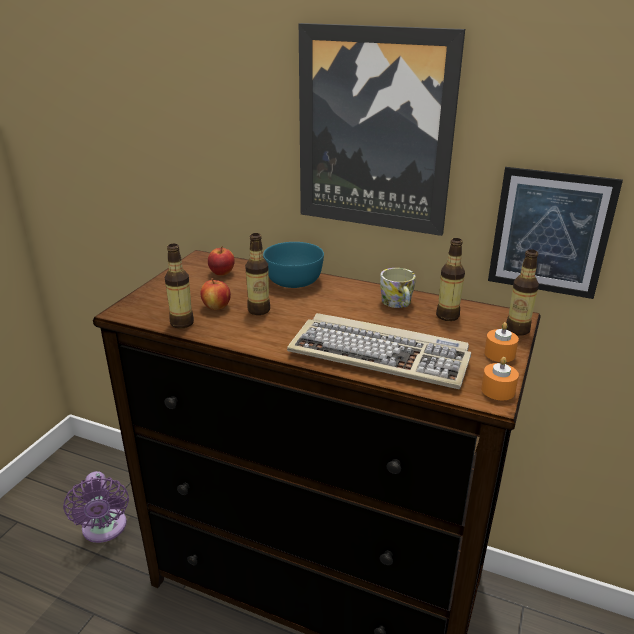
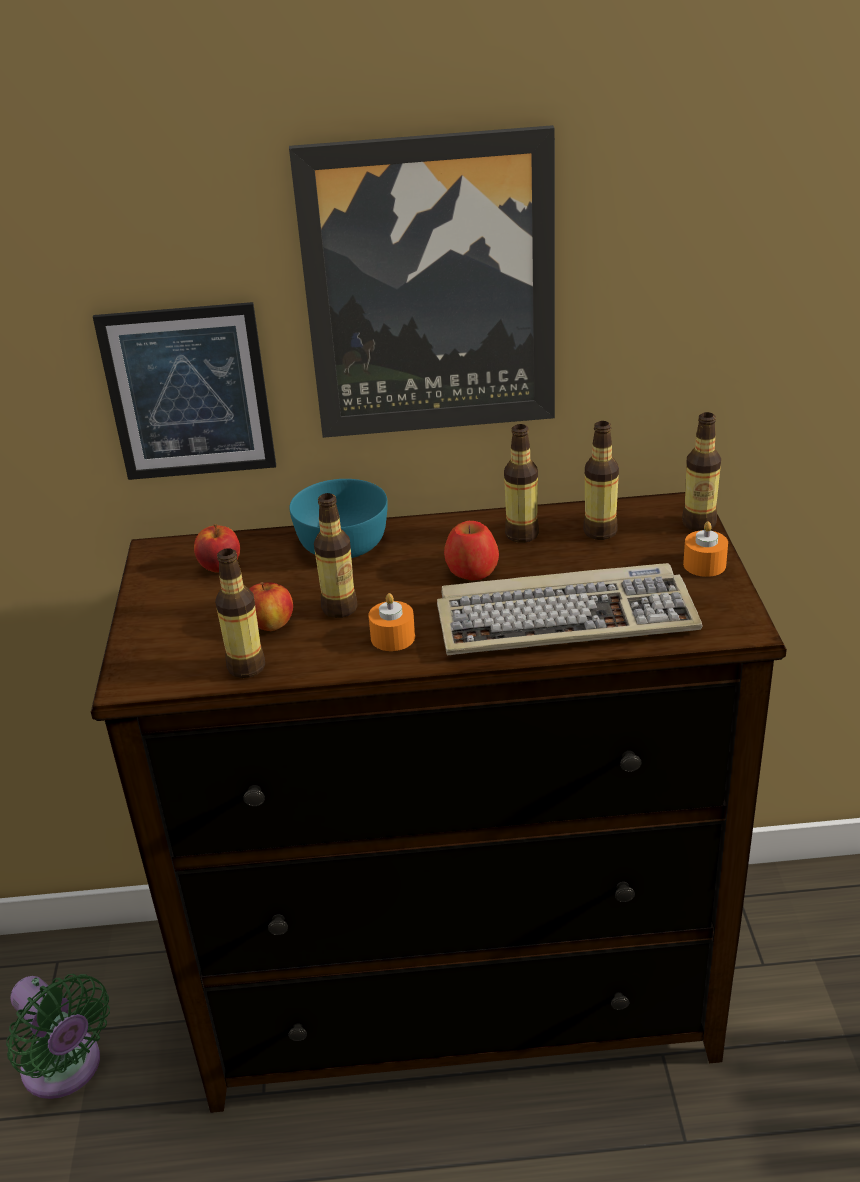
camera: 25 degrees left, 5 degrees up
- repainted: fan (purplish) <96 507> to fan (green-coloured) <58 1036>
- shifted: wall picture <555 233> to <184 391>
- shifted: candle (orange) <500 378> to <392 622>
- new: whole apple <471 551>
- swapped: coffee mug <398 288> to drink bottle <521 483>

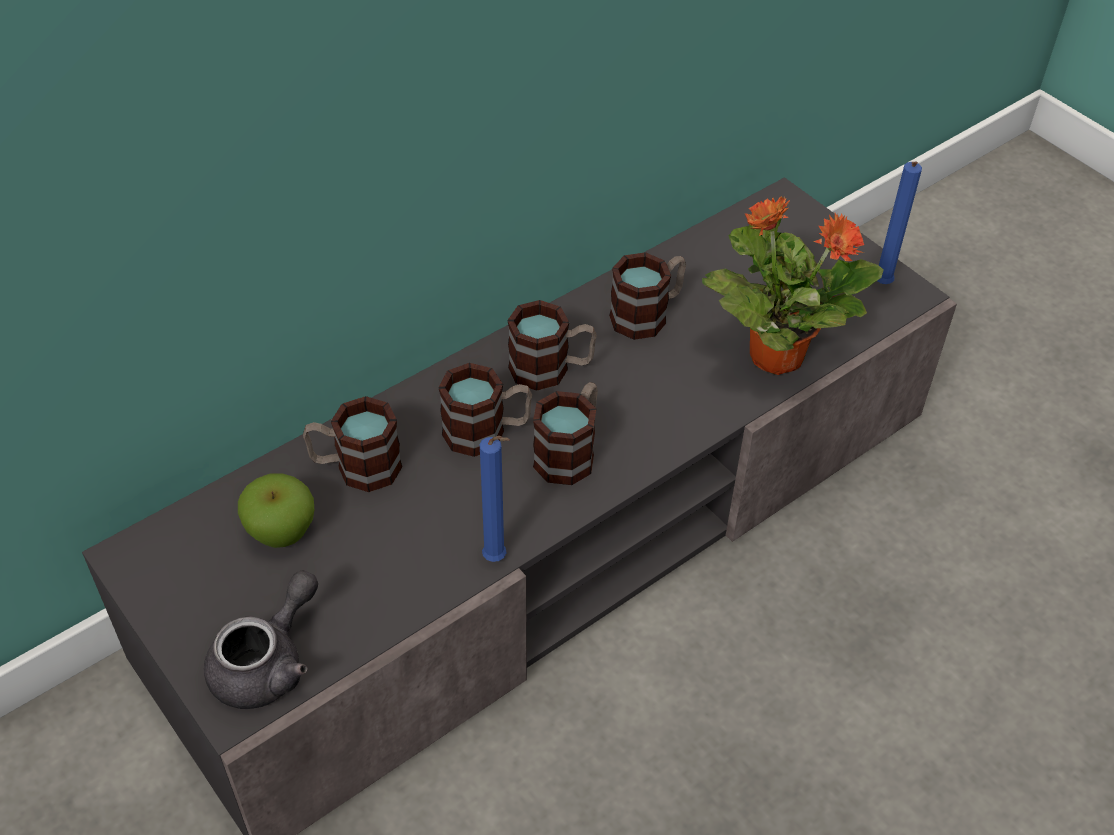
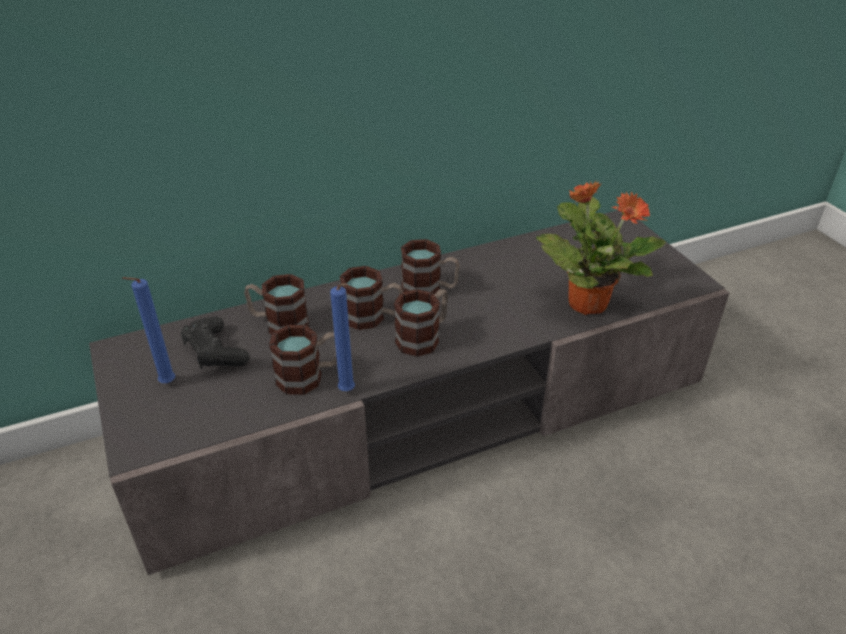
camera: 15 degrees right, 10 degrees down
- shifted: candle (bluish) <899 222> to <149 330>
- swapped: whole apple <276 510> to game controller (black-coloured) <215 342>
- shifted: coffee mug <647 296> to <303 360>
- gone: pot for tea (greyish) <261 639>

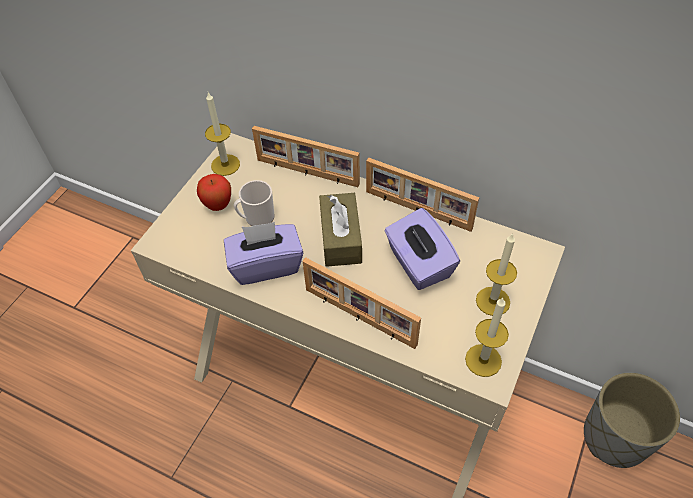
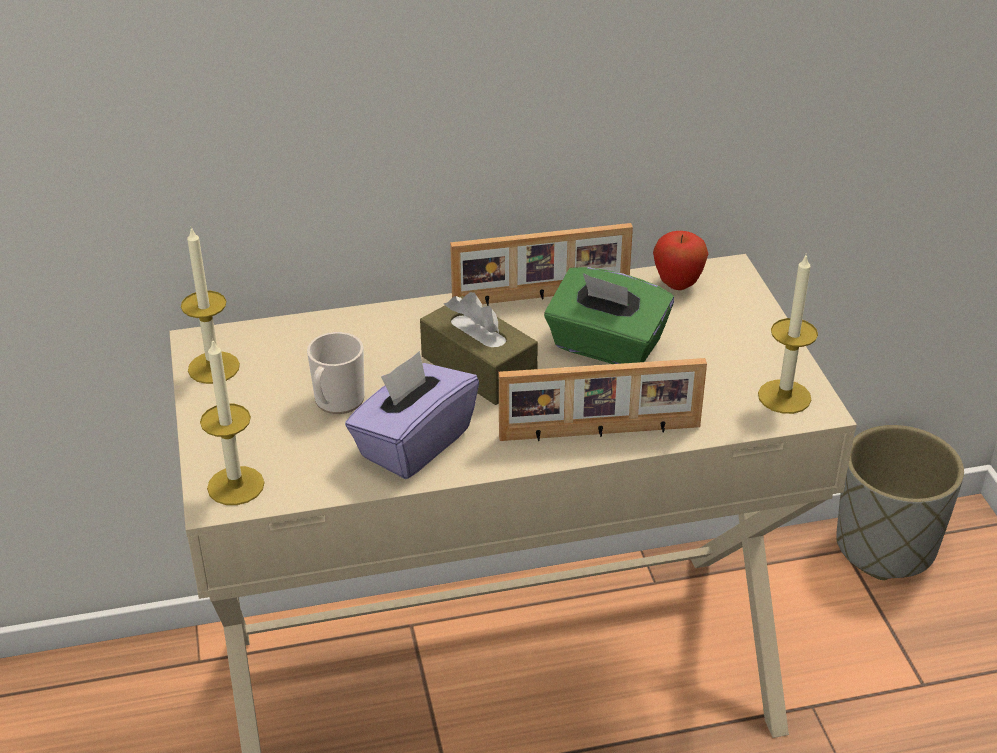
camera: 40 degrees left, 15 degrees down
- shifted: candle <496 274> to <232 421>
- repainted: box of tissues (purplish) <422 249> to box of tissues (green-coloured) <609 315>
- shifted: whole apple <214 192> to <680 260>
- gone: photo frame <306 156>

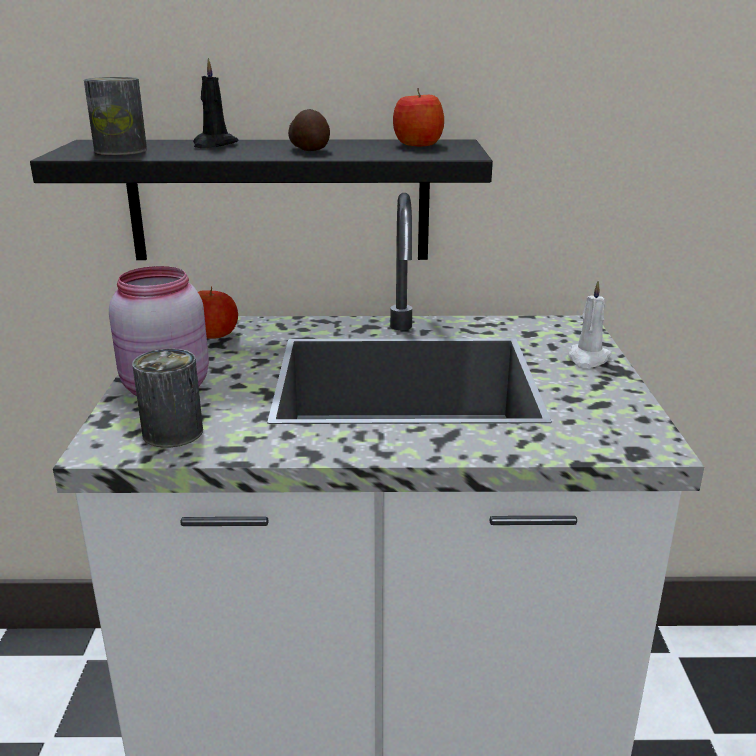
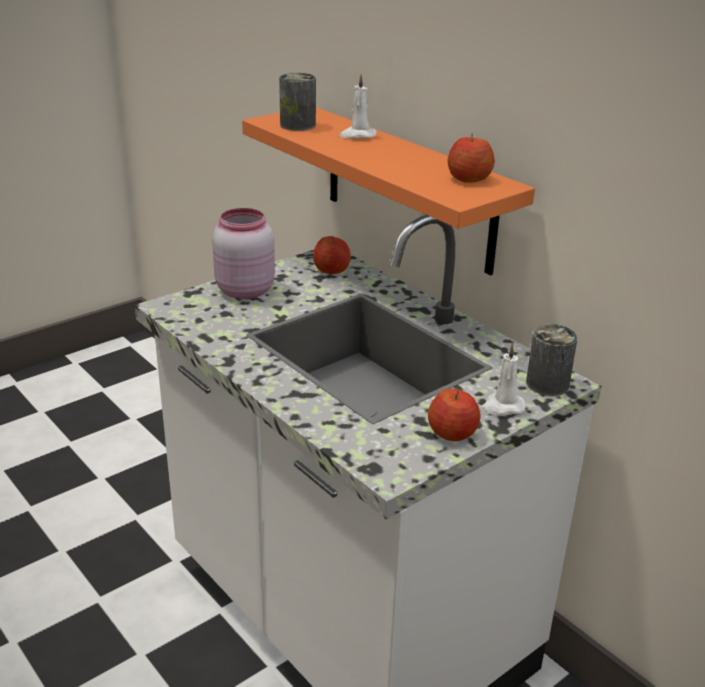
camera: 50 degrees right, 5 degrees up
- repainted: wall shelf (black-coloured) <261 199> to wall shelf (orange) <388 191>
- repainted: candle (black-coloured) <215 103> to candle (white-coloured) <358 106>
- new: whole apple <454 415>
- shifted: can <167 398> to <552 360>
- gone: spud <309 130>

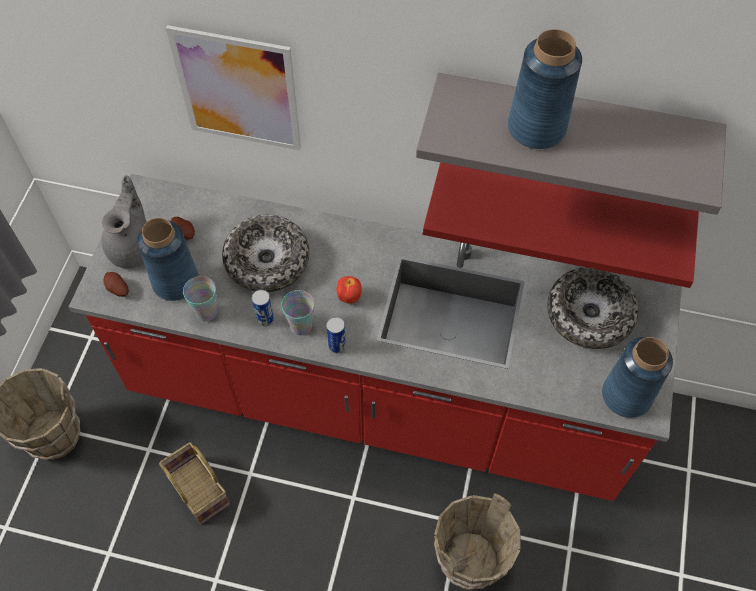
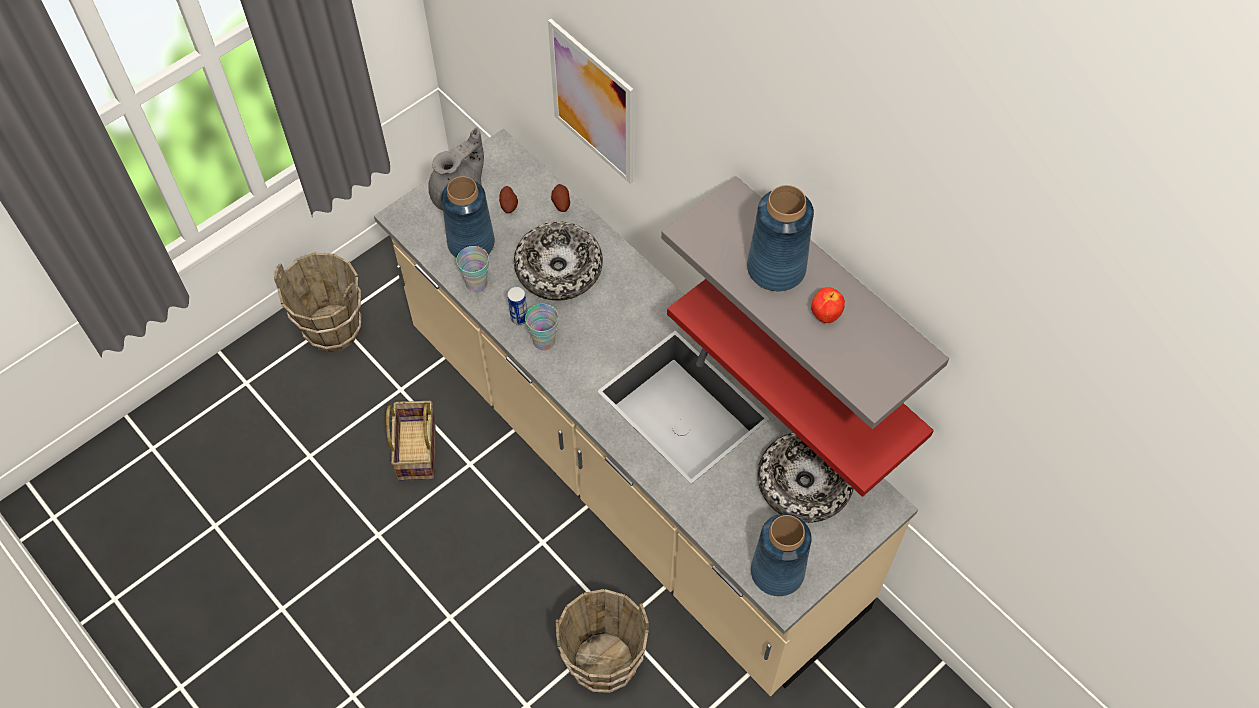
camera: 35 degrees right, 0 degrees up
- repainted: counter (reddish) <375 337> to counter (sand-coloured) <646 412>
- shifted: spud <116 284> to <560 198>
- shifted: whole apple <349 290> to <828 305>
- gone: can <336 335>

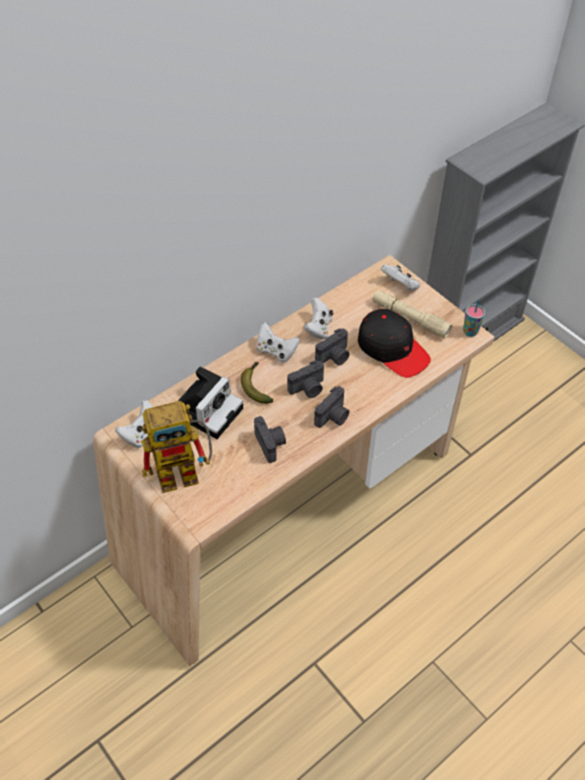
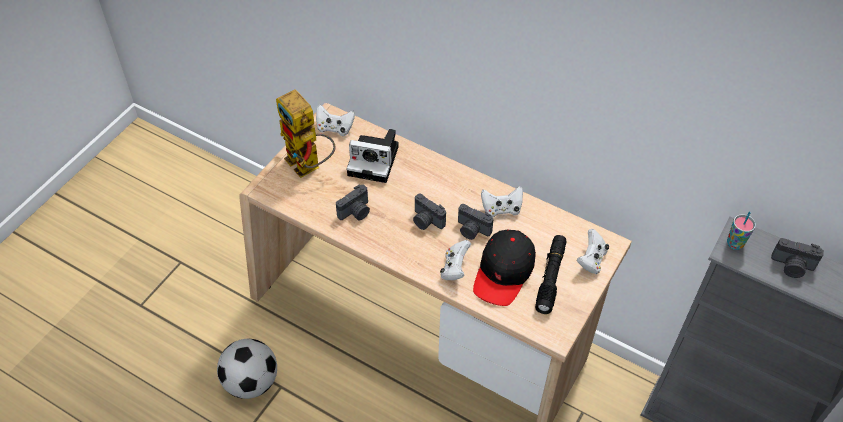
camera: 70 degrees right, 0 degrees up
- new: ball for football <247 369>
- shifted: game controller (white-coloured) <278 342> to <455 260>
- repainted: flashlight (sand-coloured) <412 314> to flashlight (black-coloured) <550 274>
- shifted: small cup <474 318> to <741 230>
- shifted: still camera <332 407> to <797 258>
- gone: banana fruit <257 383>

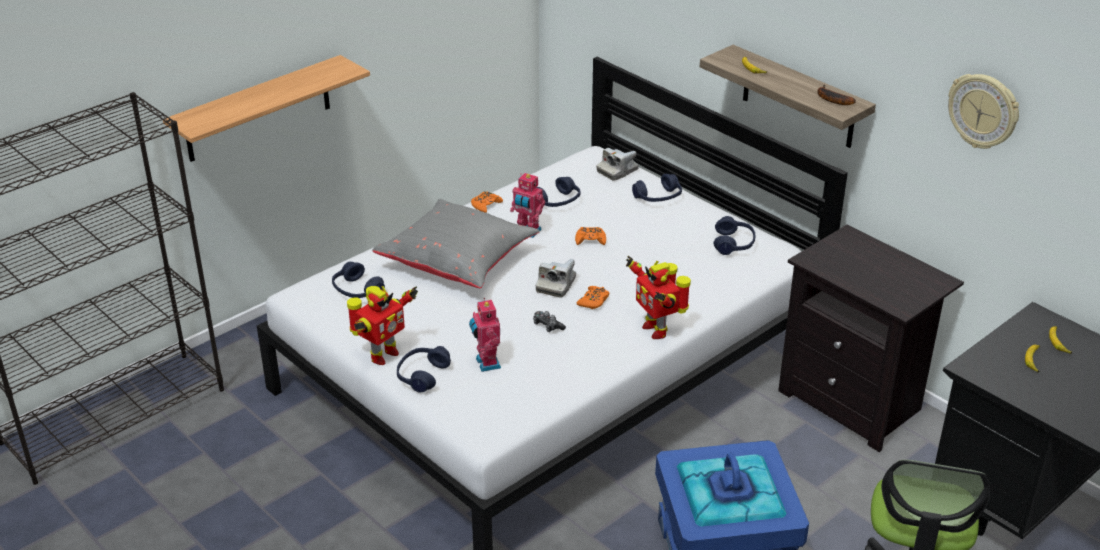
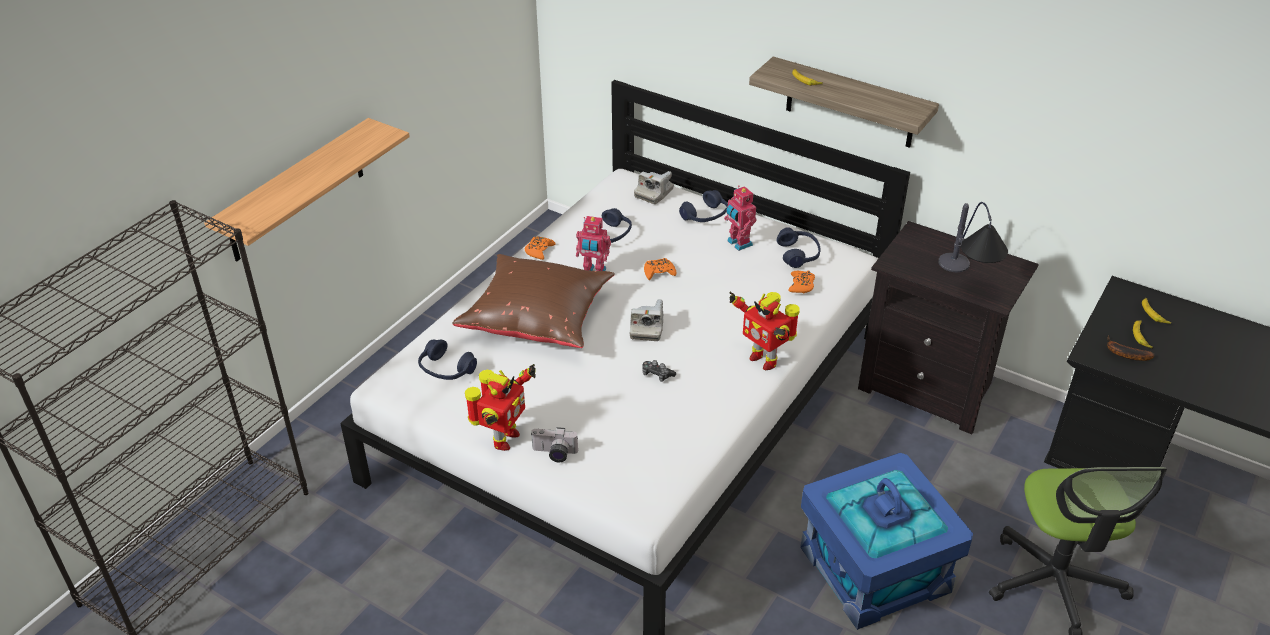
camera: 15 degrees left, 5 degrees up
- repainted: throw pillow (greyish) <456 243> to throw pillow (brown-coloured) <533 301>
- swapped: headphones (bluish) <424 369> to still camera <554 444>
- shifted: robot figure <485 335> to <740 218>
- shifted: game controller (orange) <593 297> to <801 281>
- new: lamp for a table <973 237>
- shifted: banana fruit <836 95> to <1131 348>
- gone: hanging clock <983 111>

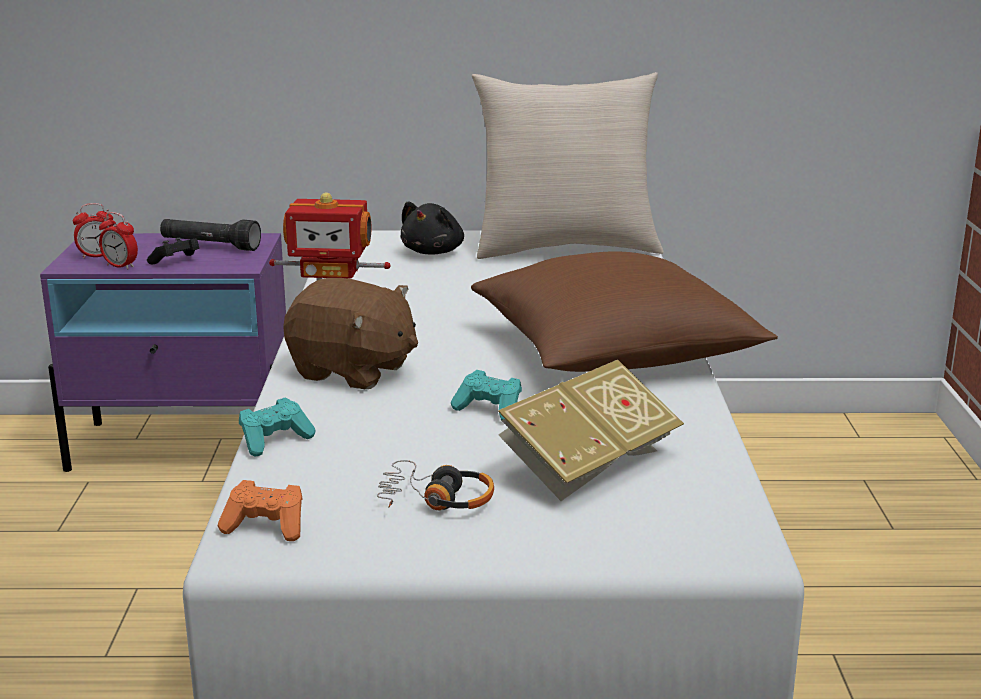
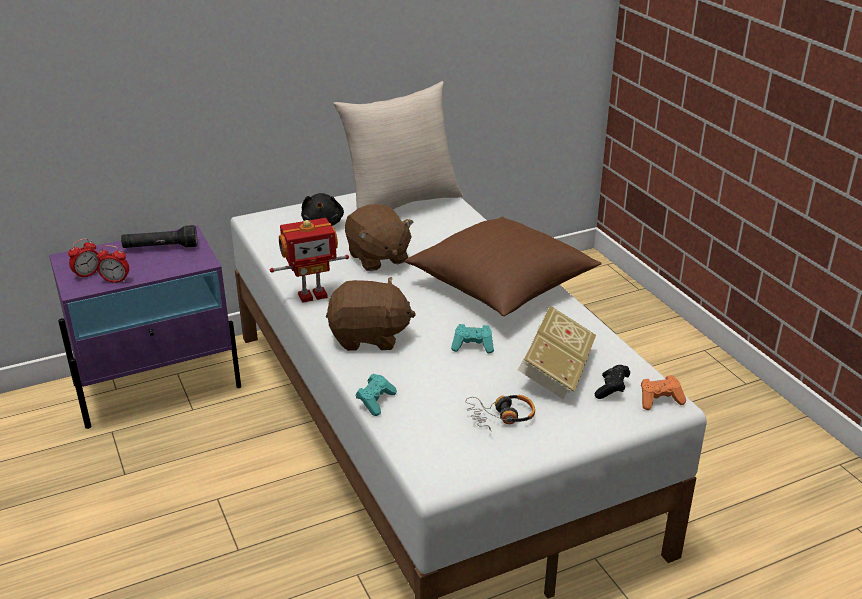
camera: 25 degrees left, 10 degrees up
- new: cuddly toy (brown-coloured) <379 237>
- shifted: game controller (black-coloured) <173 251> to <612 382>
- shifted: game controller (orange) <260 510> to <663 392>

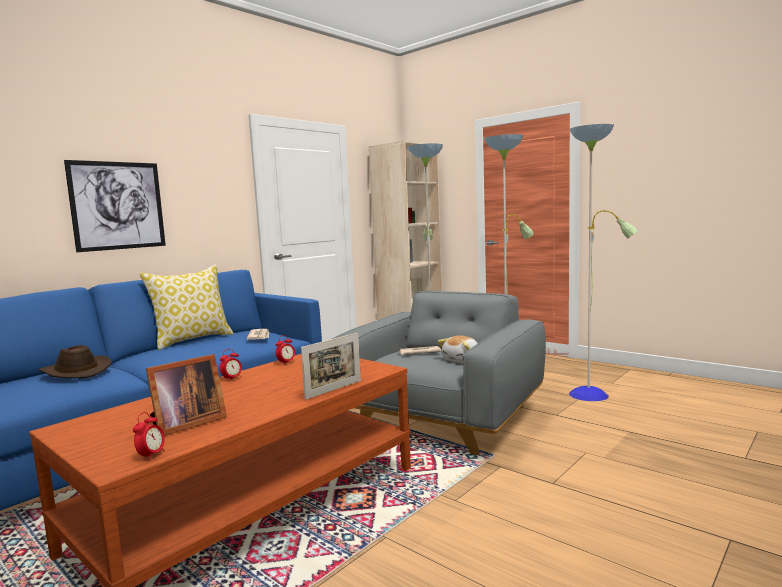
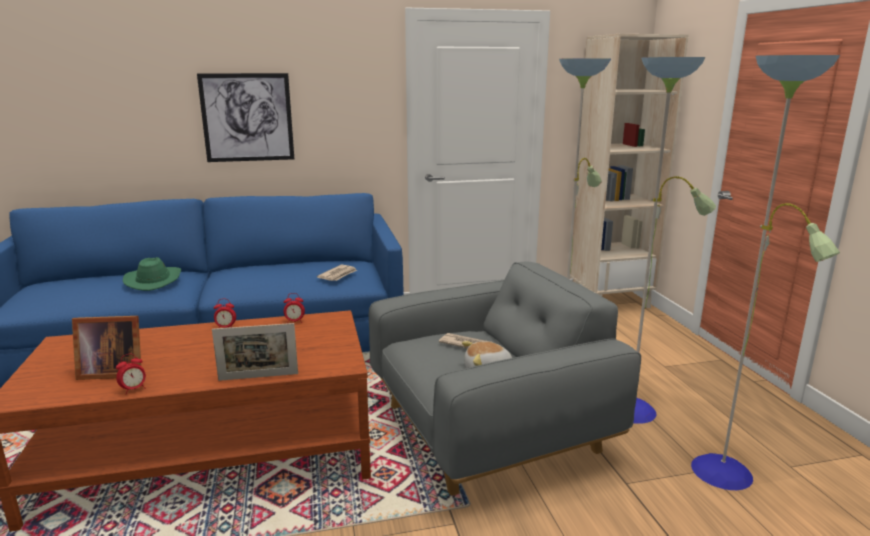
camera: 35 degrees right, 10 degrees up
- shifted: table clock <149 436> to <131 374>
- repainted: clothing hat (brown-coloured) <75 361> to clothing hat (green-coloured) <152 274>
- gone: throw pillow <186 307>

